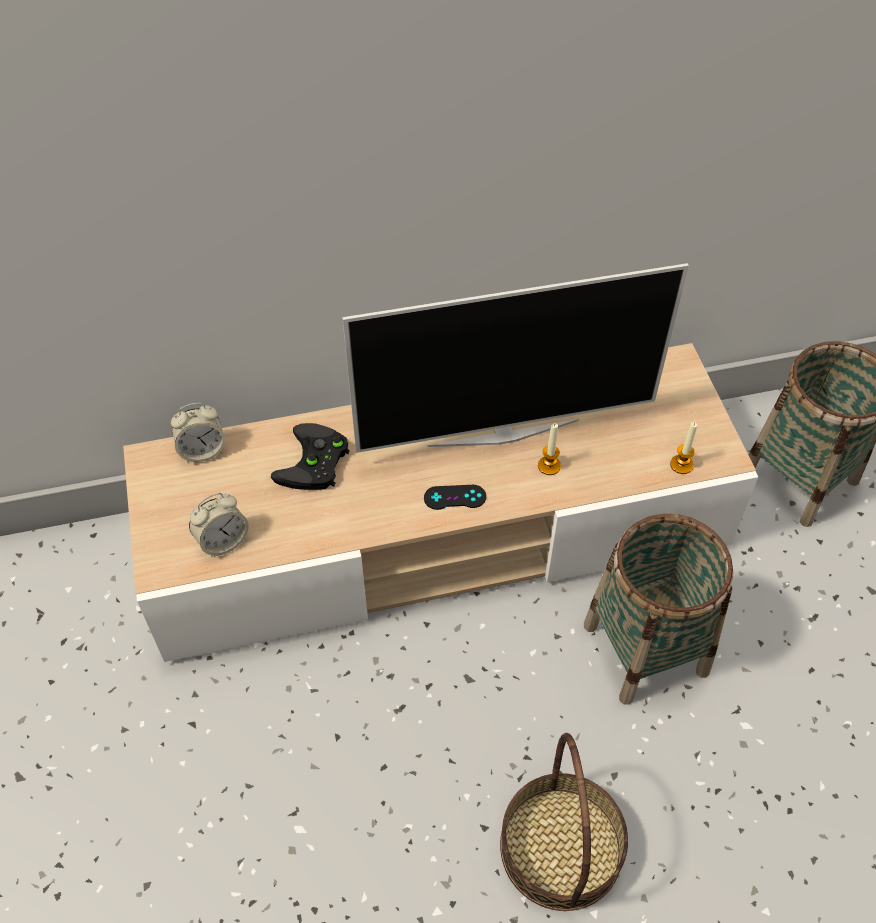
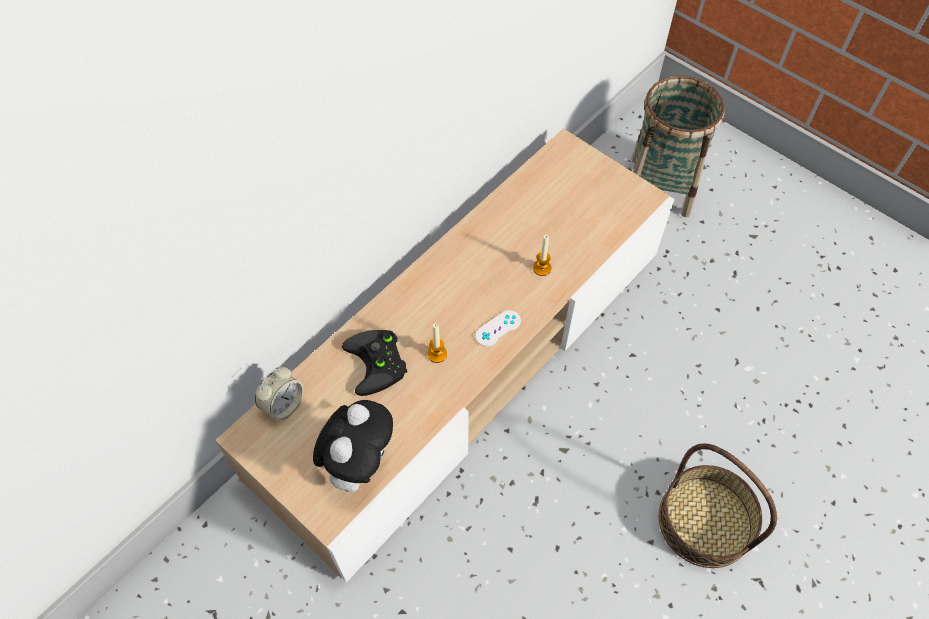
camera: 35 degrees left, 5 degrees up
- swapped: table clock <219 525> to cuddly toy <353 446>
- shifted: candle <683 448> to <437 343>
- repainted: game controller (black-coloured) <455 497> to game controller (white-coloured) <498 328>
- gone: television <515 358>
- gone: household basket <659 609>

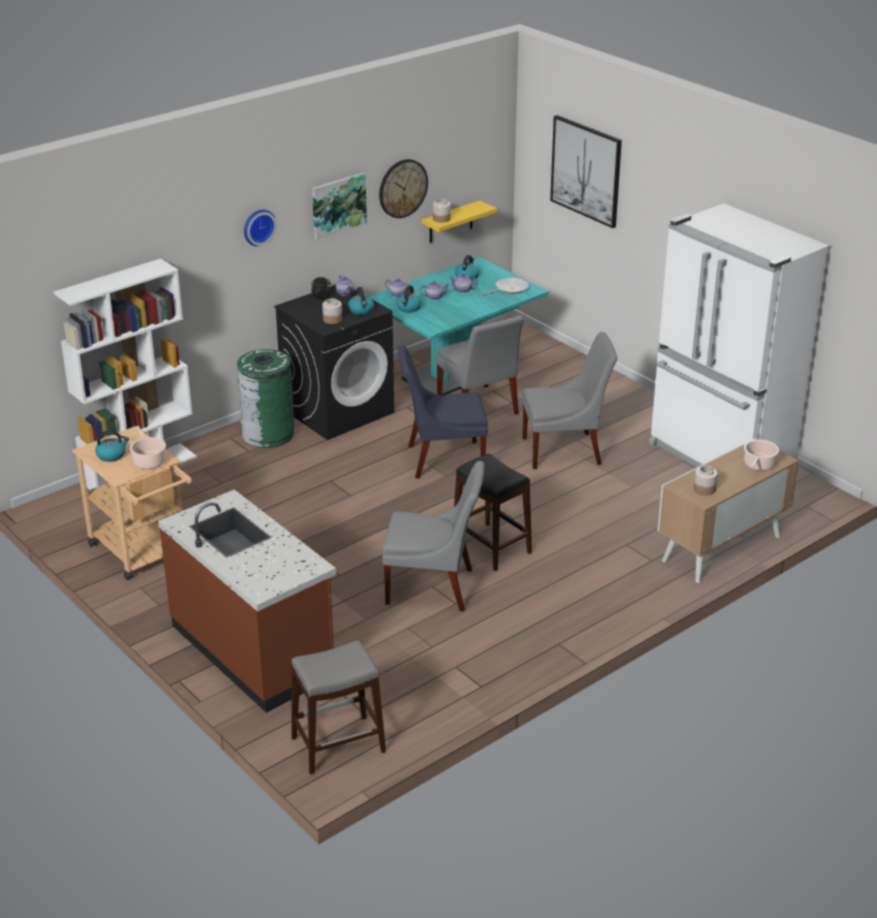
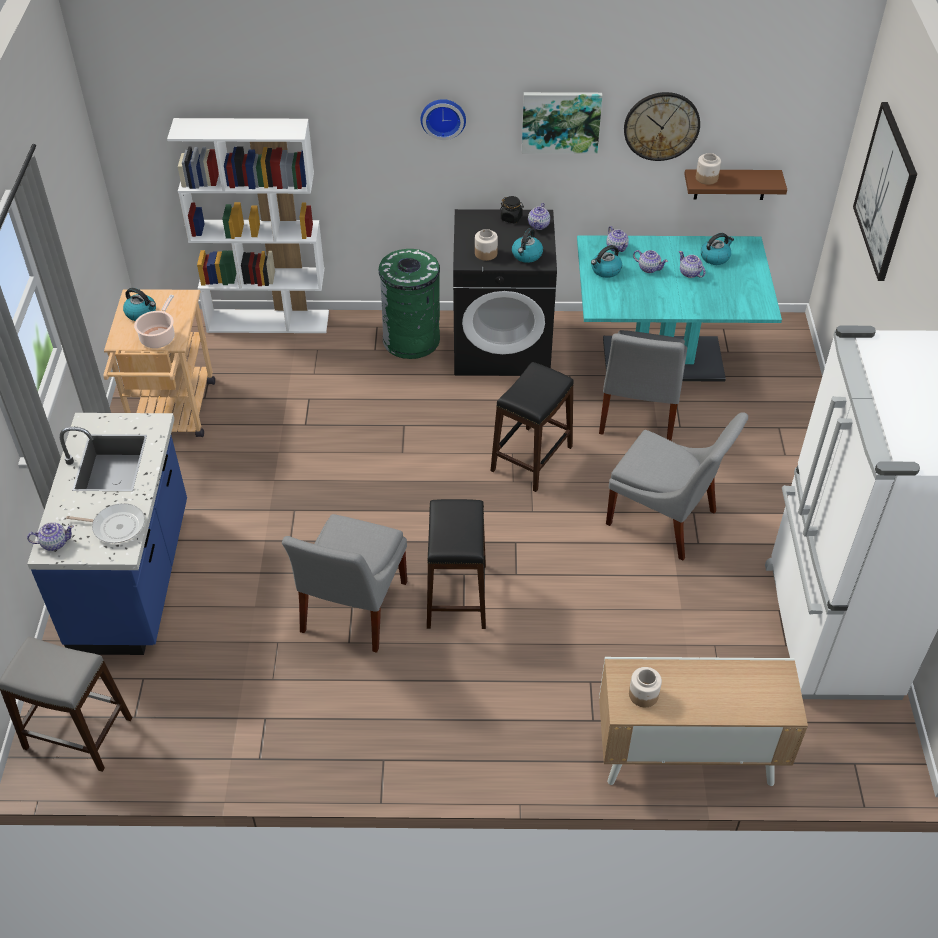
camera: 40 degrees right, 15 degrees up
- repainted: counter (brown-coloured) <247 601> to counter (bluish) <107 534>
- new: pot for tea <50 537>
- shifted: skillet <505 286> to <105 523>
- rotated: chair (greyish) <433 536> = <344 583> 60 degrees clockwise
- swapped: chair (bluish) <443 412> to sitting stool (black-coloured) <532 427>
- repainted: wall shelf (yellow-coloured) <459 222> to wall shelf (brown-coloured) <735 185>
- gone: saucepot <761 455>

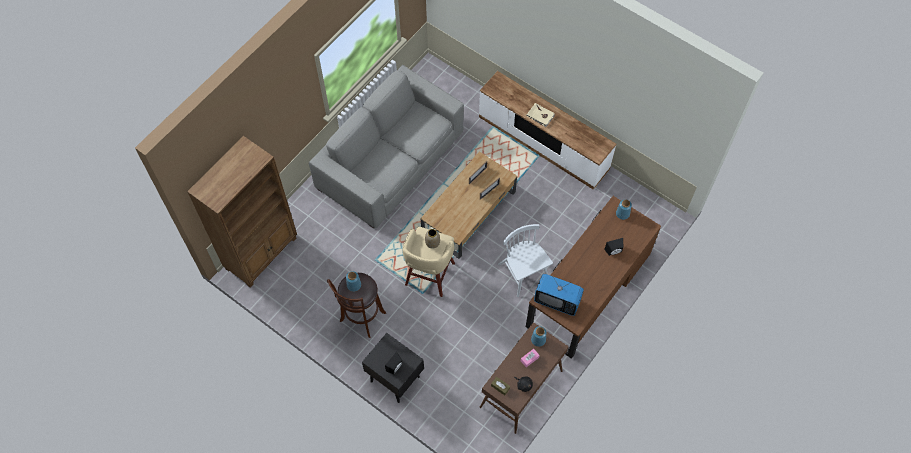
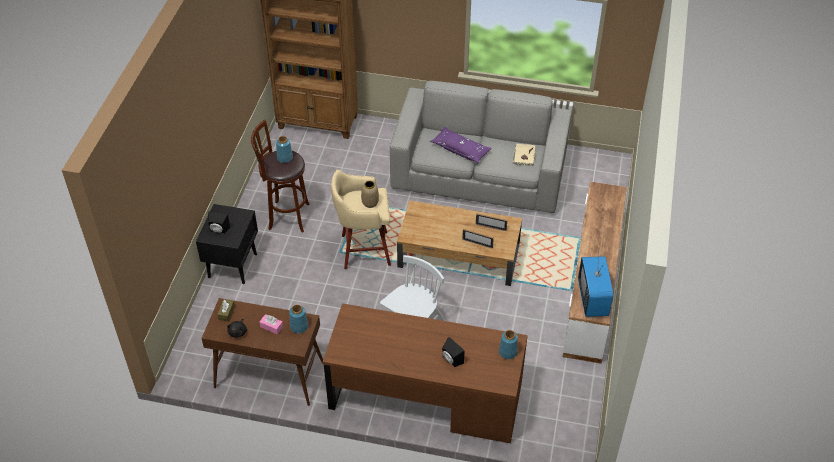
camera: 65 degrees right, 15 degrees down
- new: throw pillow (purplish) <461 145>
- shifted: volume (sand-coloured) <540 115> to <524 155>
- shifted: television <559 295> to <595 285>

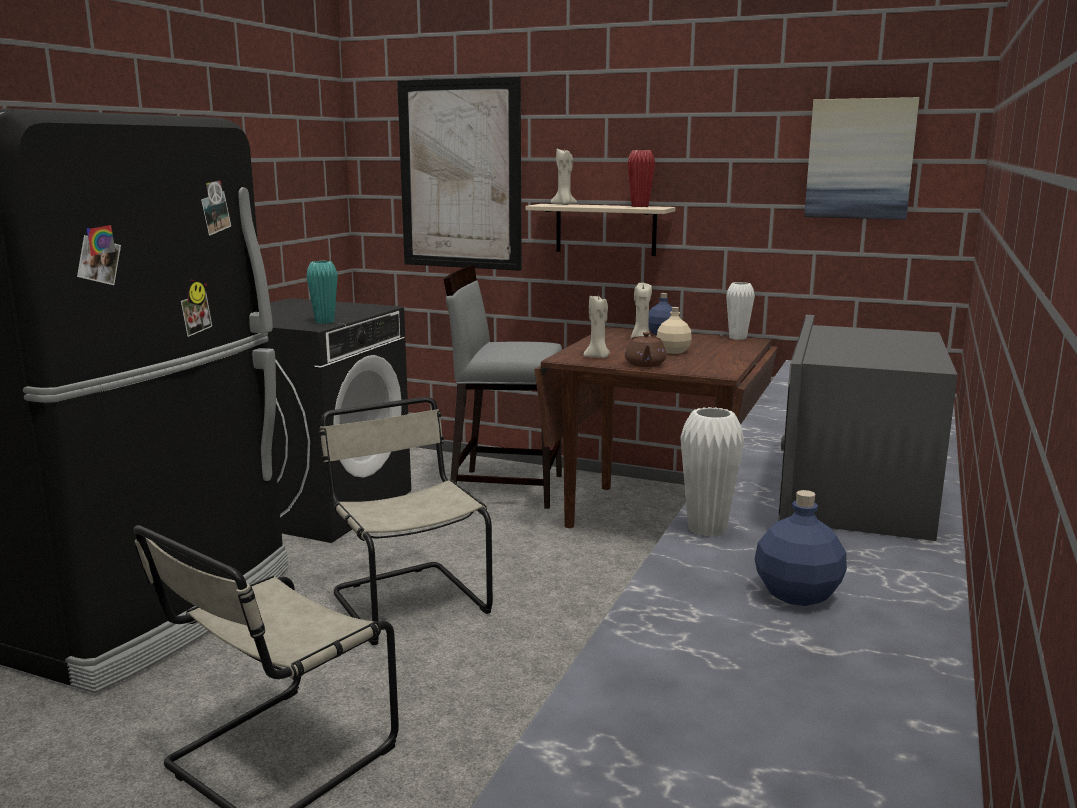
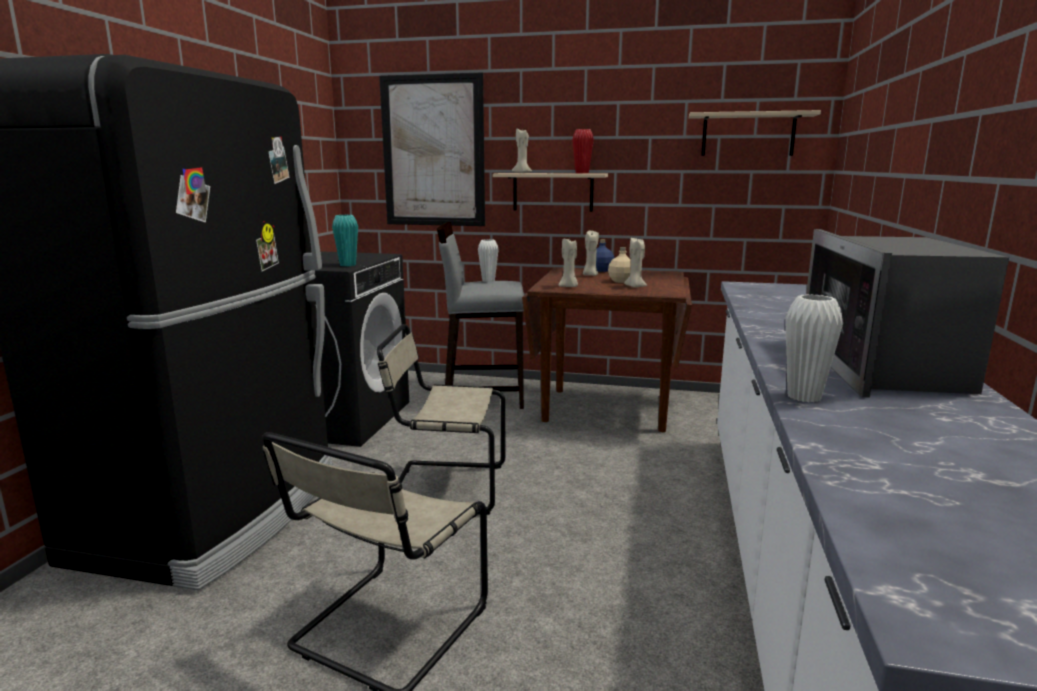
camera: 10 degrees left, 0 degrees up
- rotated: chair (sand-coloured) <406 521> = <441 419> 45 degrees counterclockwise
- shifted: decorative vase (white-coloured) <740 311> to <488 260>
- new: candle (sand-coloured) <635 263>
- swapped: wall picture <861 158> to wall shelf (sand-coloured) <755 133>
- gone: pot for tea (brown-coloured) <645 349>
- gone: drink bottle (bluish) <801 548>

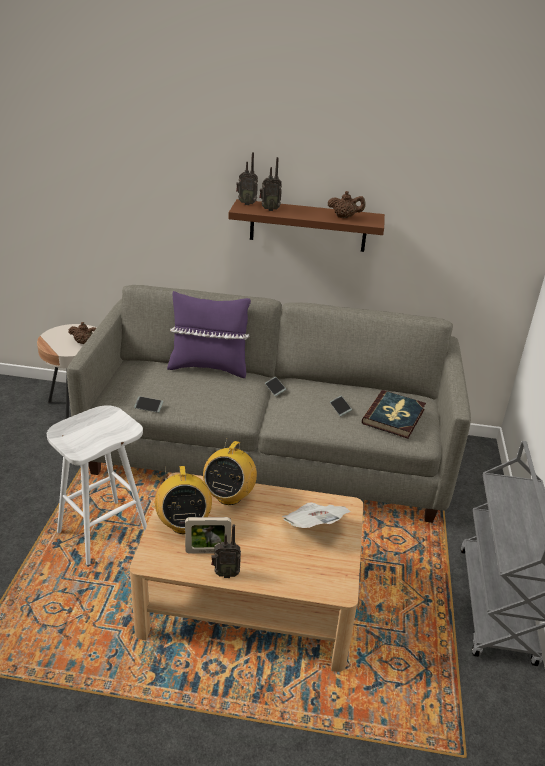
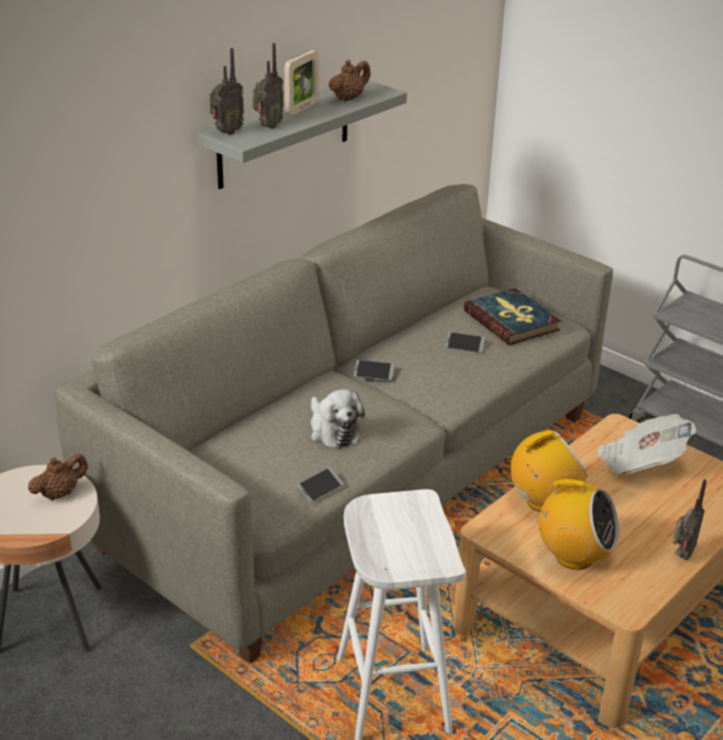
camera: 55 degrees left, 0 degrees up
- repainted: wall shelf (brown-coloured) <306 225> to wall shelf (greyish) <302 135>
- shifted: photo frame <208 535> to <301 83>
- new: cuddly toy <338 418>
- rotated: radio set <230 471> = <549 471> 75 degrees counterclockwise
- gone: throw pillow (purplish) <209 334>

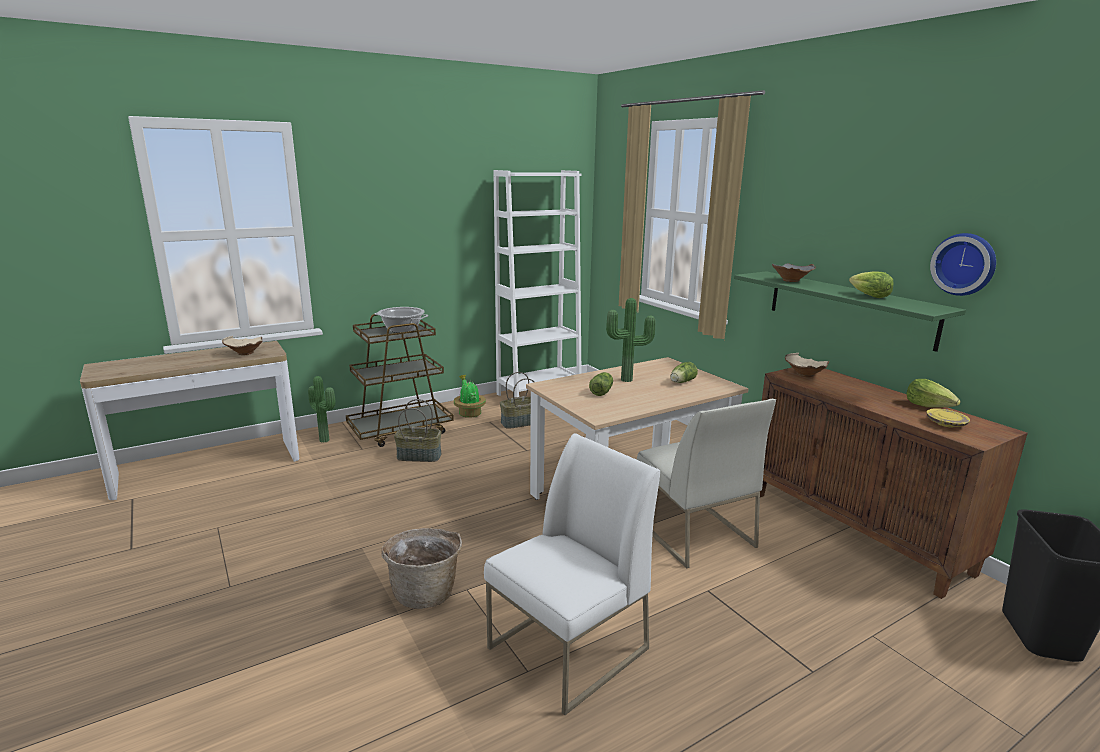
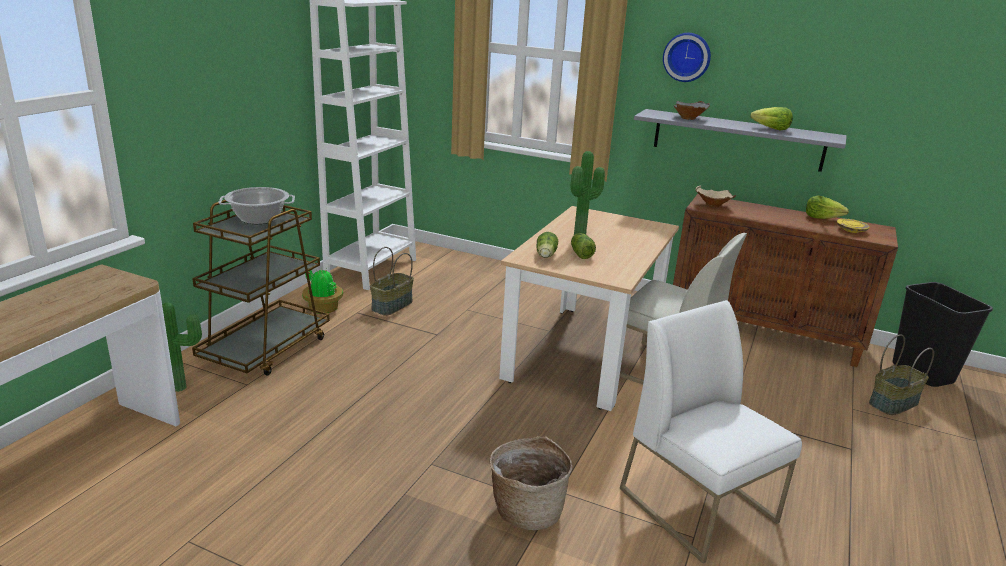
camera: 35 degrees left, 5 degrees up
- shifted: lettuce <684 372> to <547 245>
- rotated: chair (white-coloured) <572 574> = <711 431> 45 degrees counterclockwise
- repainted: wall shelf (green-coloured) <850 311> to wall shelf (greyish) <740 140>
- shifted: hanging clock <963 264> to <687 57>
- shifted: household basket <417 430> to <901 374>
- gone: serving bowl (sand-coloured) <242 345>

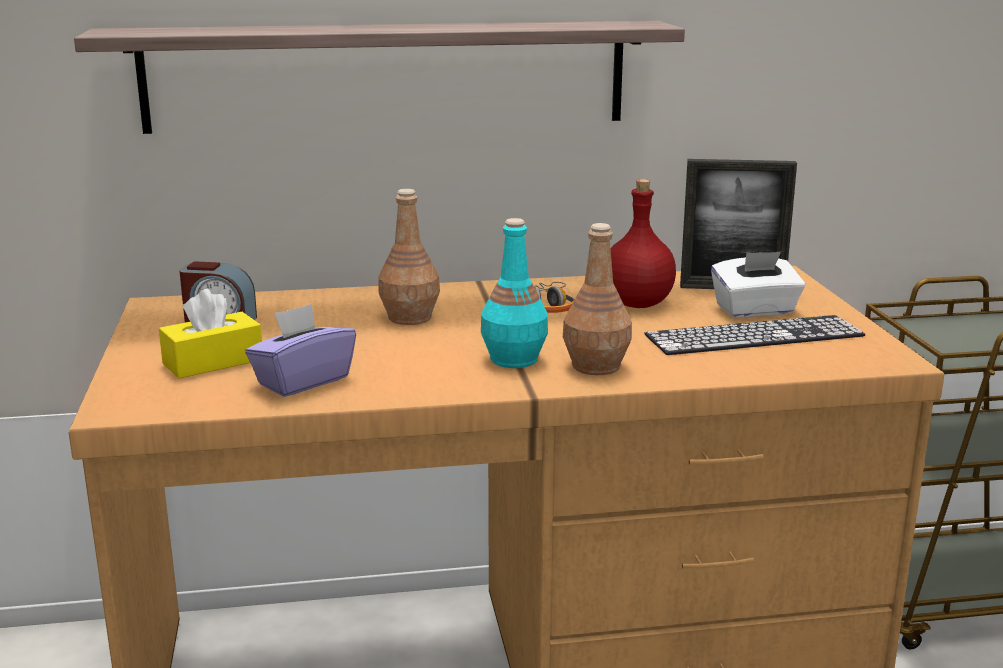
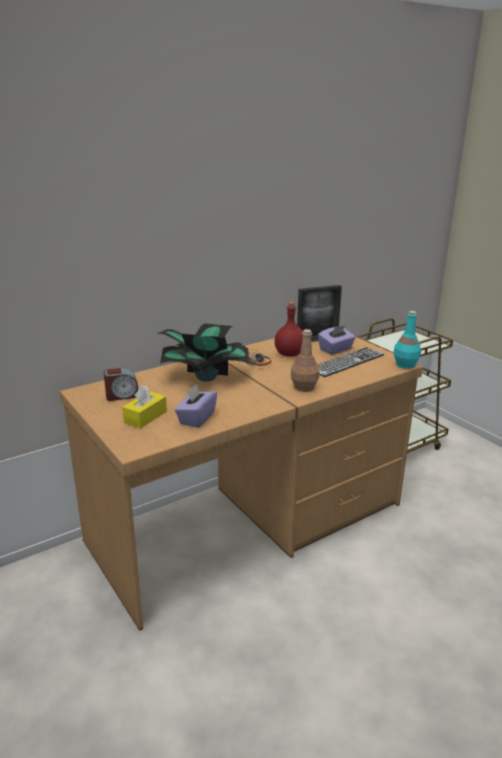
camera: 25 degrees left, 5 degrees up
- swapped: drink bottle (brown-coloured) <409 257> to plant in a pot <202 353>
- repainted: box of tissues (white-coloured) <758 284> to box of tissues (purplish) <337 340>
- shifted: drink bottle (turquoise-coloured) <514 293> to <407 340>
- gone: wall shelf <379 77>

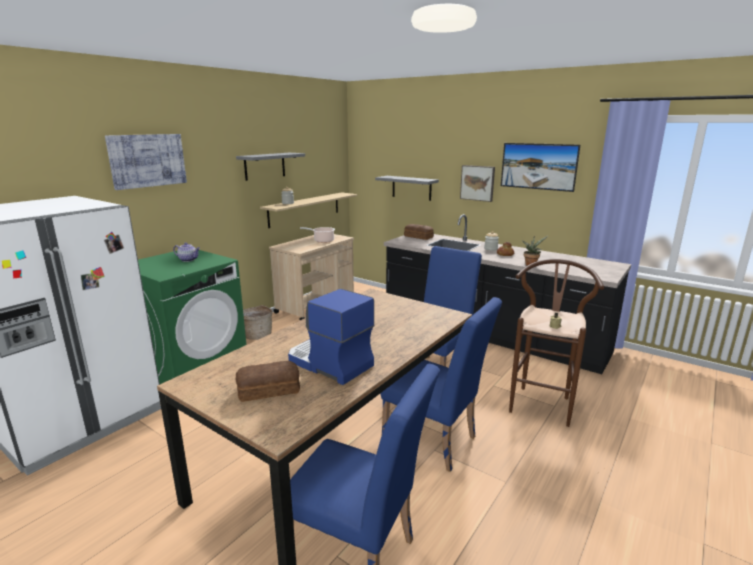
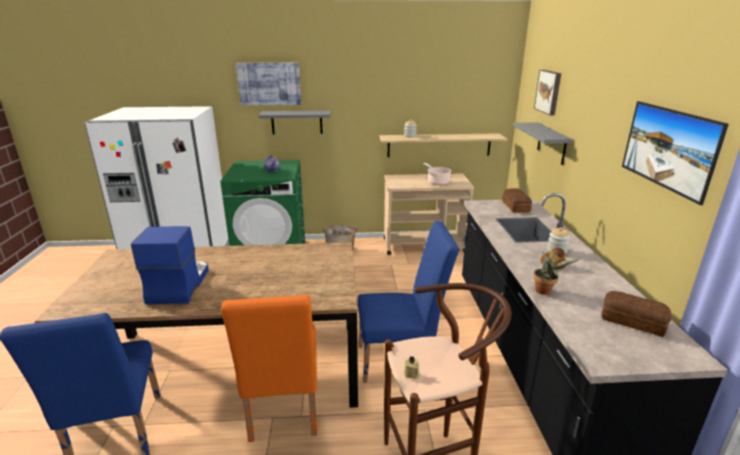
camera: 50 degrees right, 5 degrees up
- repainted: chair (bluish) <441 384> to chair (orange) <269 368>
- shifted: wall shelf (greyish) <270 167> to <294 122>
- shifted: wall picture <477 183> to <547 92>
- shifted: bakery bread <268 381> to <636 314>

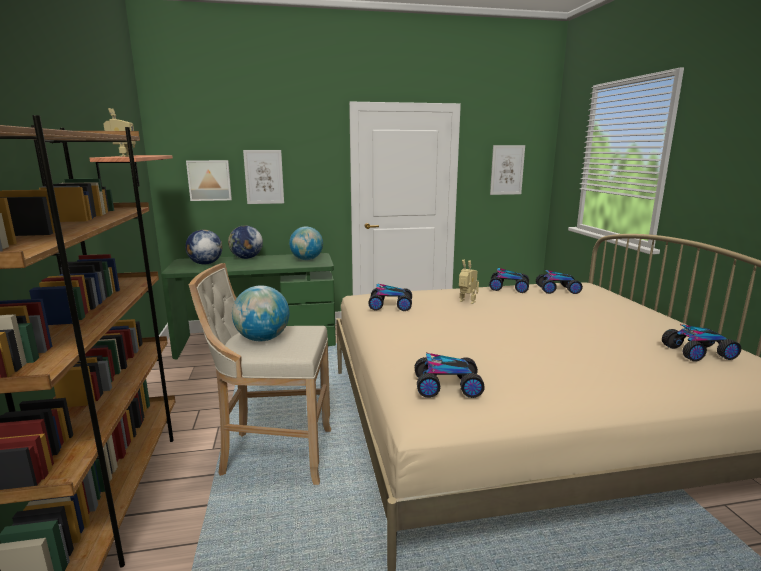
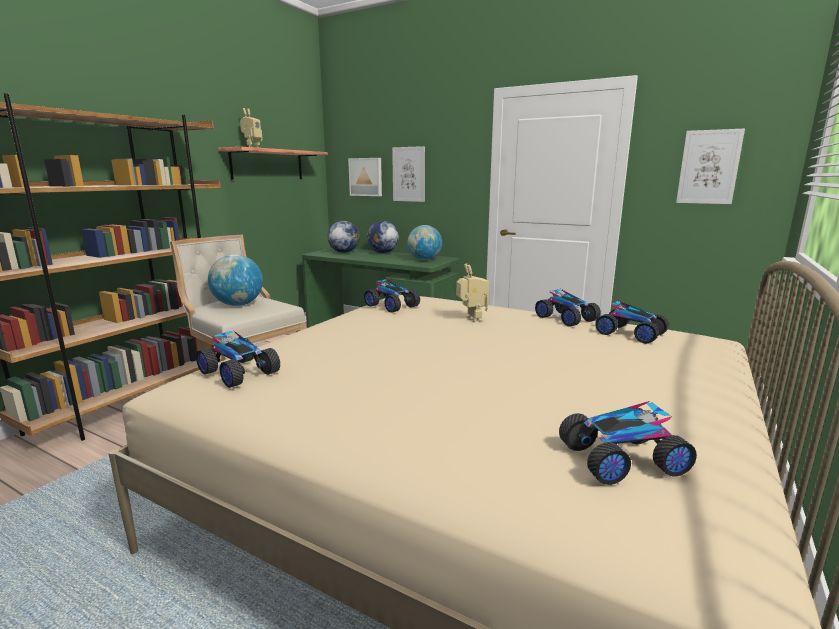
camera: 40 degrees right, 0 degrees up
- rotated: model car <701 343> = <628 443> 135 degrees clockwise

